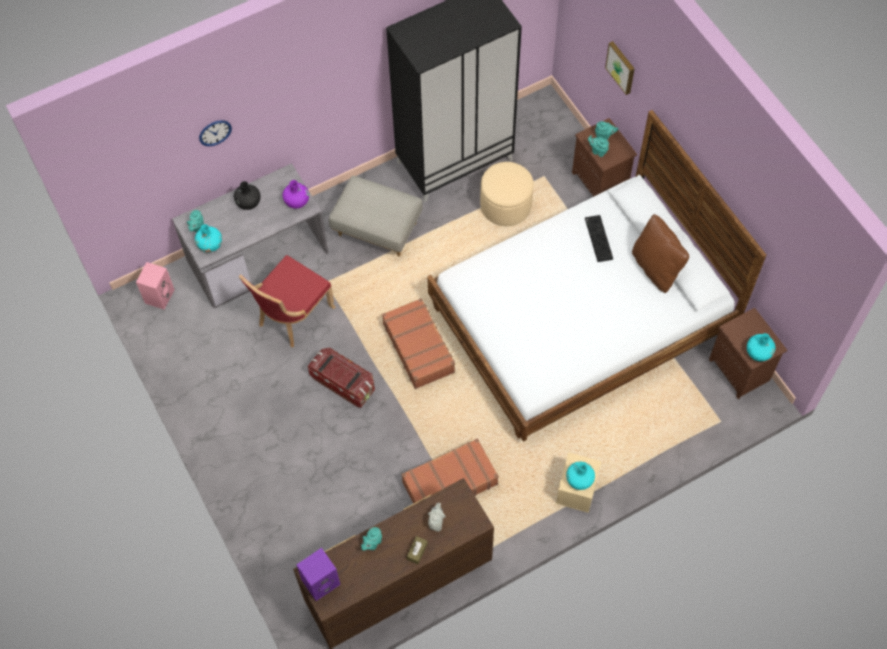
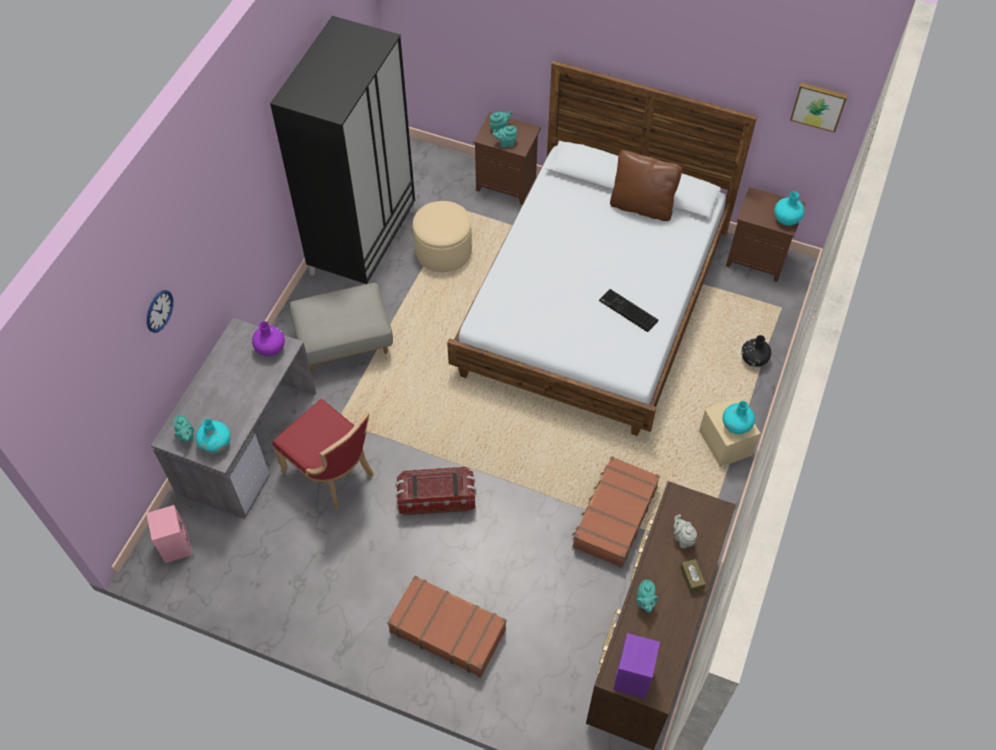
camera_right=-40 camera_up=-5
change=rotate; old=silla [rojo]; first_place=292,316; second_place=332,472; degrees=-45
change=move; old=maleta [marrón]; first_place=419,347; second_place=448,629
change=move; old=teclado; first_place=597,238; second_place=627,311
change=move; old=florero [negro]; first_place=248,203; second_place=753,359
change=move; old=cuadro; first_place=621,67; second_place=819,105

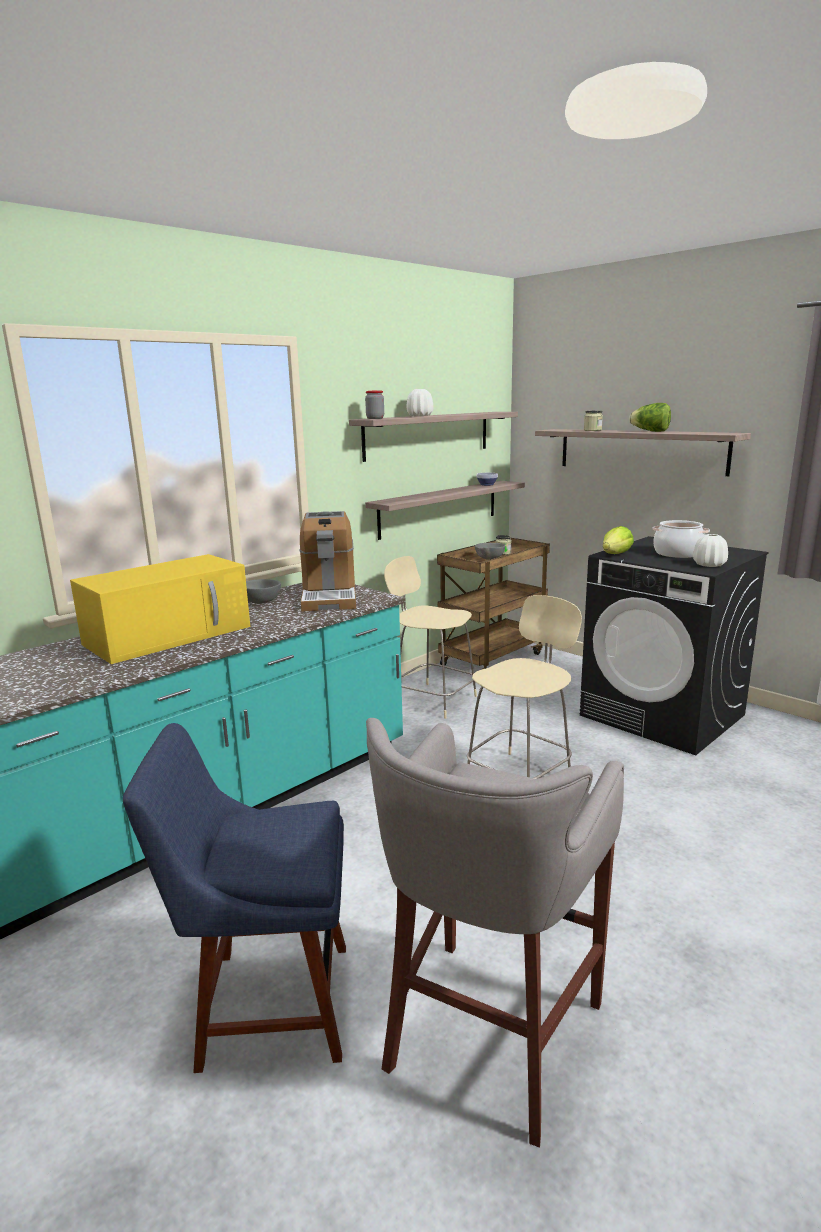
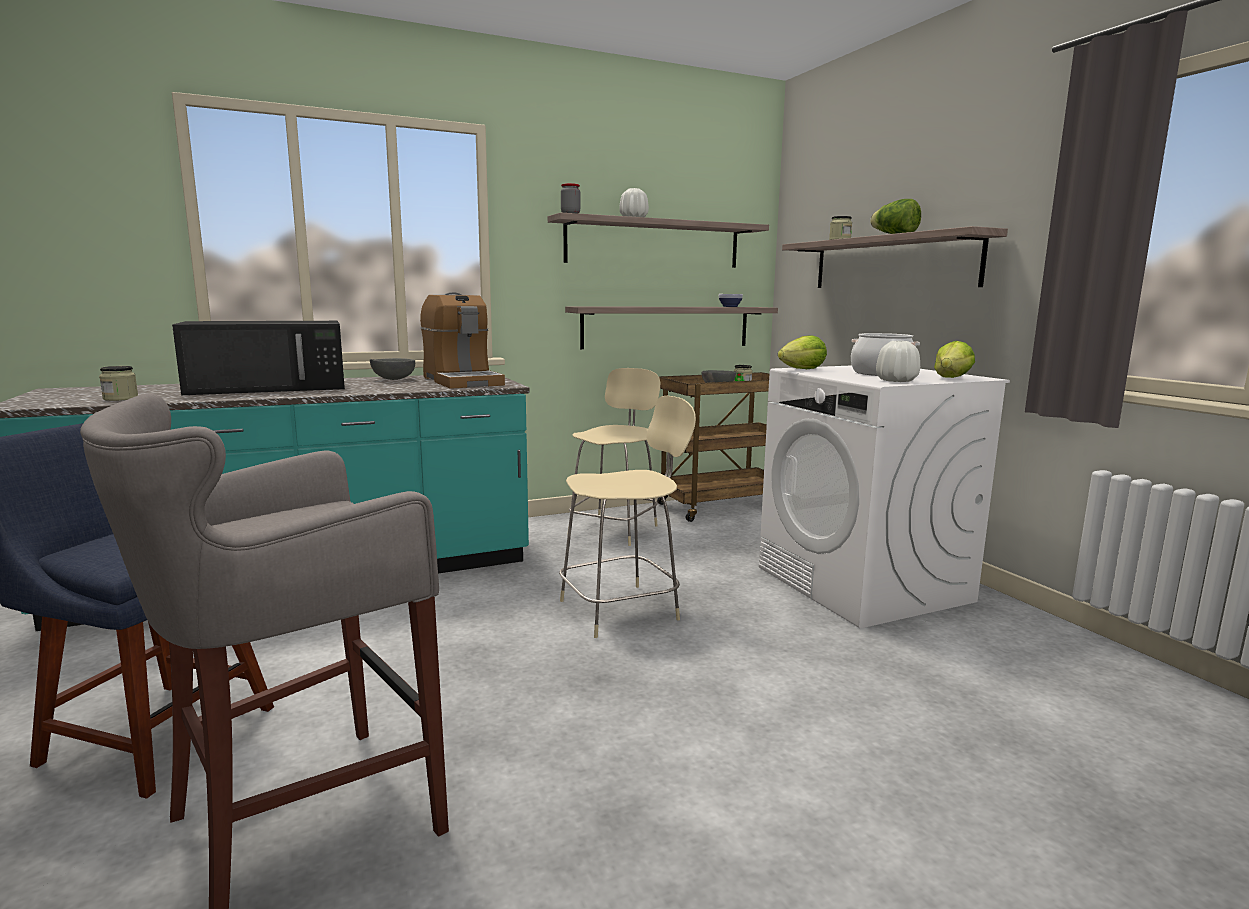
camera_right=20 camera_up=-5
change=insert; new=tarro; second_place=120,398
change=recolor; old=microondas [amarillo]; new=microondas [negro]; first_place=170,634; second_place=271,387
change=rotate; old=cafetera; first_place=329,596; second_place=462,381; degrees=-45
change=rotate; old=silla [beis]; first_place=433,699; second_place=615,529; degrees=60
change=recolor; old=lavadora [negro]; new=lavadora [blanco]; first_place=663,715; second_place=863,584
change=insert; new=lechuga; second_place=951,378

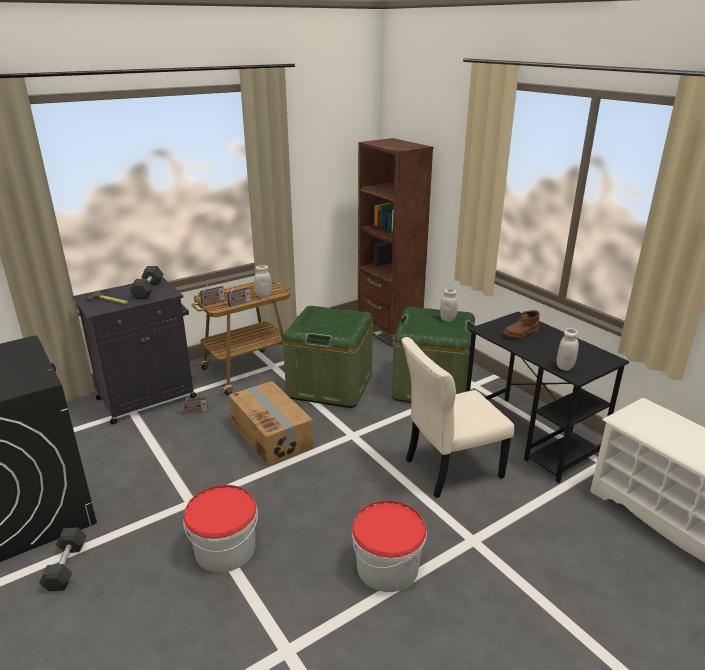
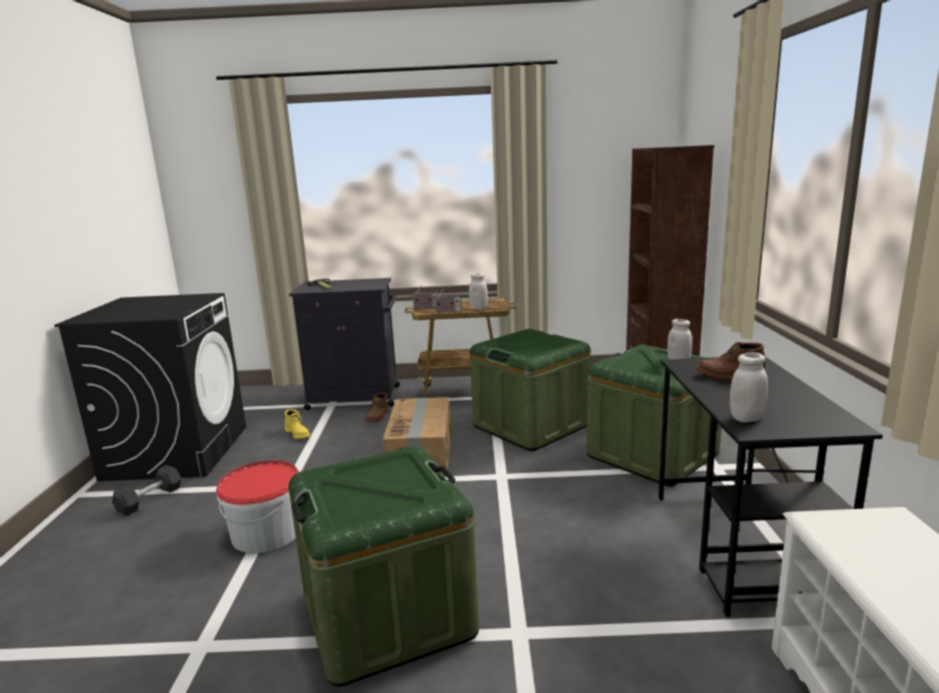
camera_right=35 camera_up=-10
change=insert; new=bota [amarillo]; second_place=298,434
change=replace; old=cubo; new=caja de almacenaje [verde]; first_place=387,566; second_place=388,614
change=replace; old=radio; new=bota [marrón]; first_place=194,412; second_place=378,417
change=delete; old=mancuerna [gris]; first_place=148,290
change=delete; old=silla [beis]; first_place=449,469

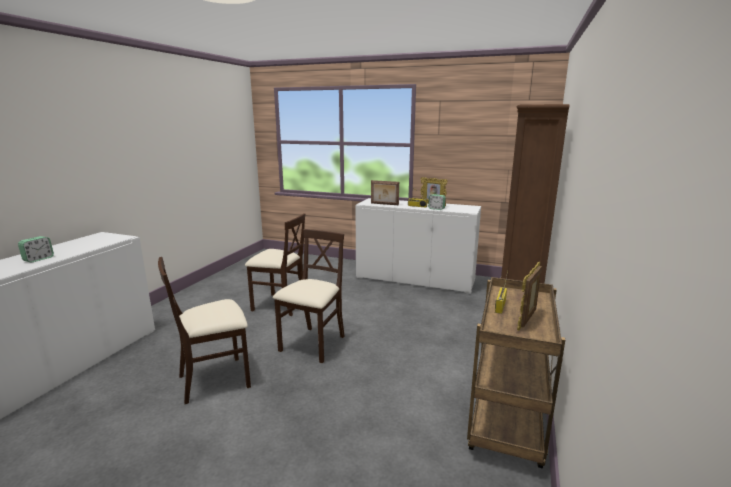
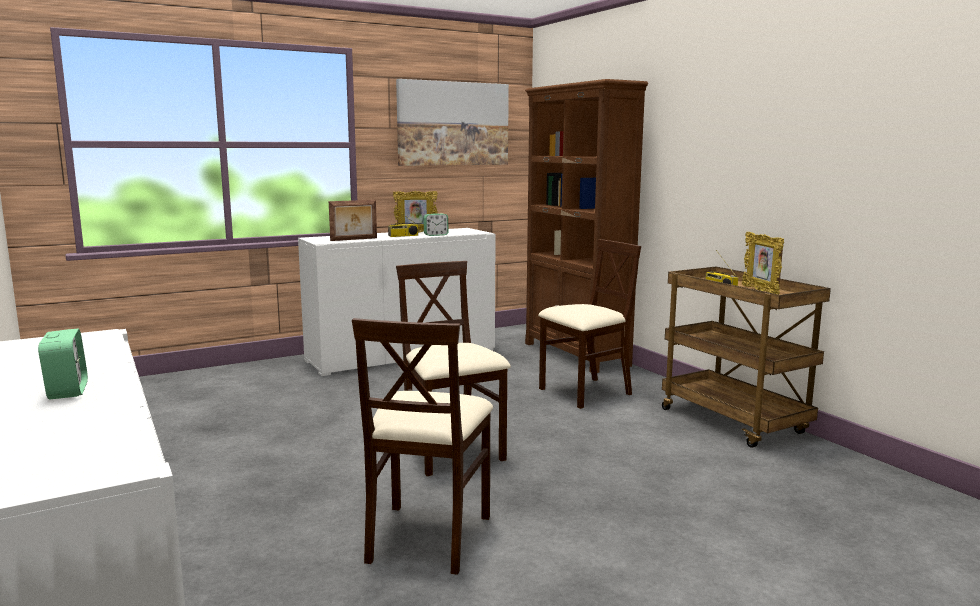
camera_right=-50 camera_up=-5
change=insert; new=cuadro; second_place=453,123
change=move; old=silla [beis]; first_place=279,305; second_place=585,392

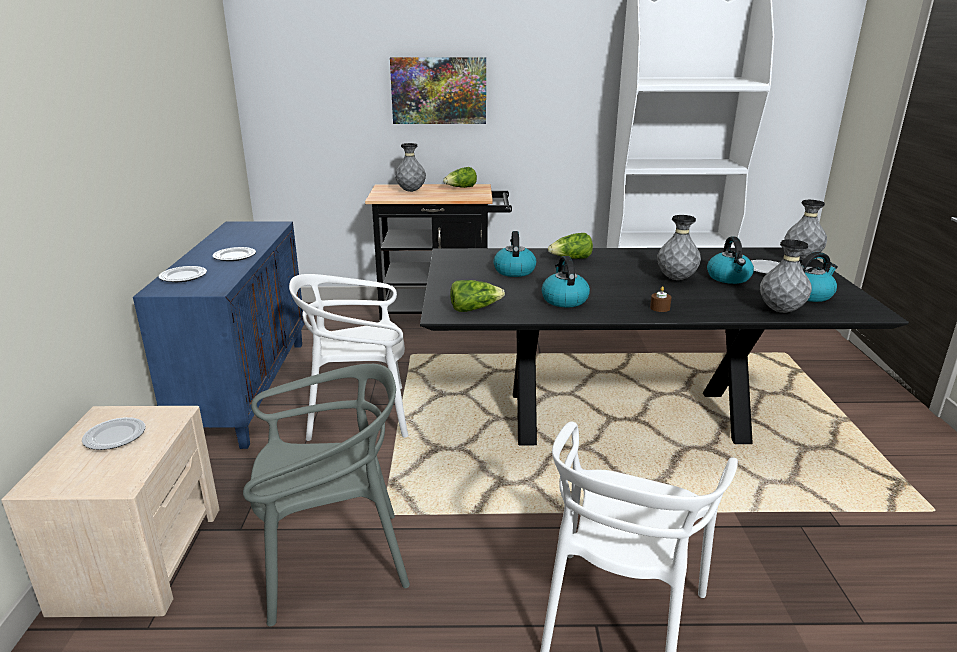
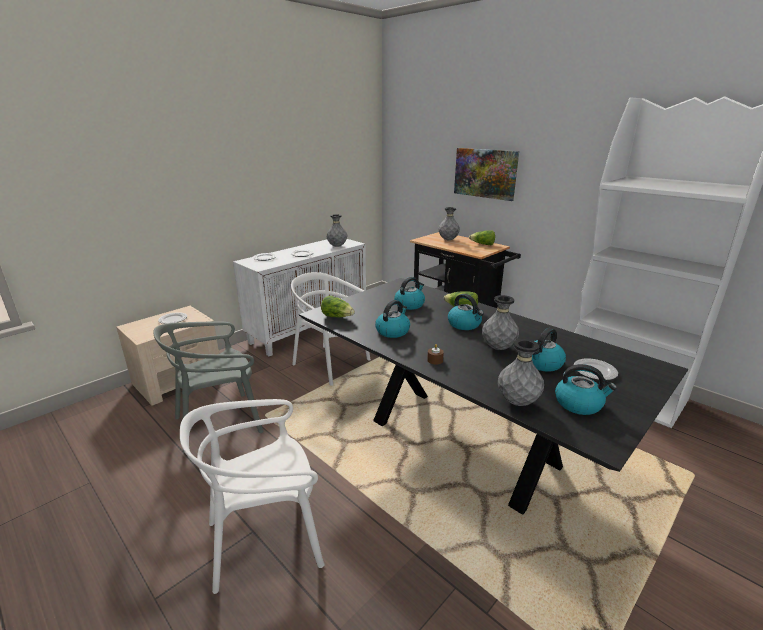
camera_right=45 camera_up=0
change=rotate; old=silla [gris]; first_place=333,561; second_place=219,422; degrees=120
change=recolor; old=armario [azul]; new=armario [blanco]; first_place=246,389; second_place=309,329
change=move; old=florero [gris]; first_place=801,259; second_place=337,246
change=insert; new=hervidor; second_place=464,324

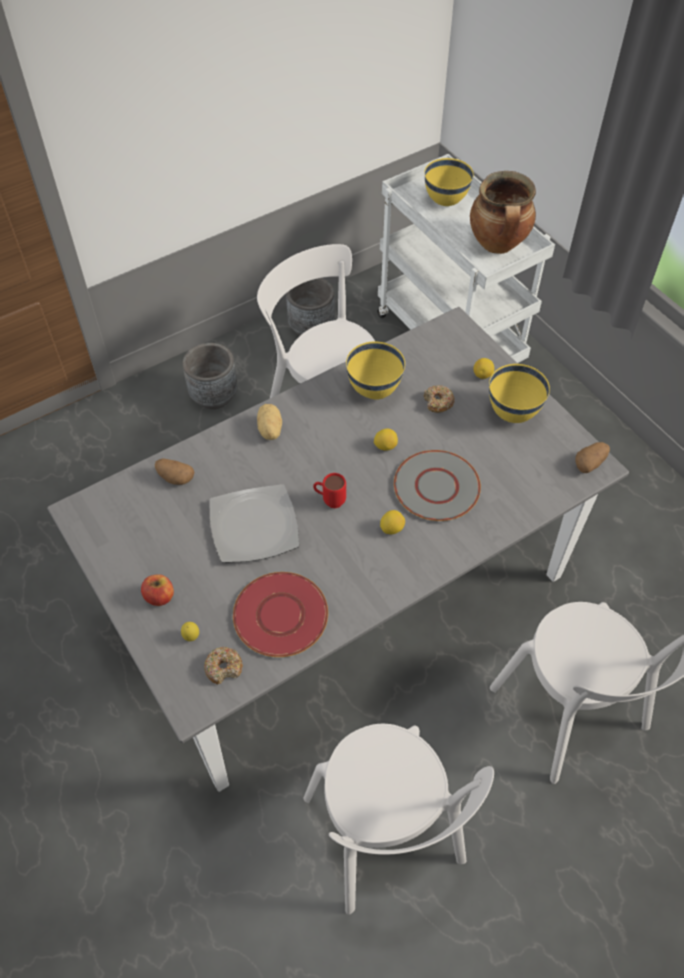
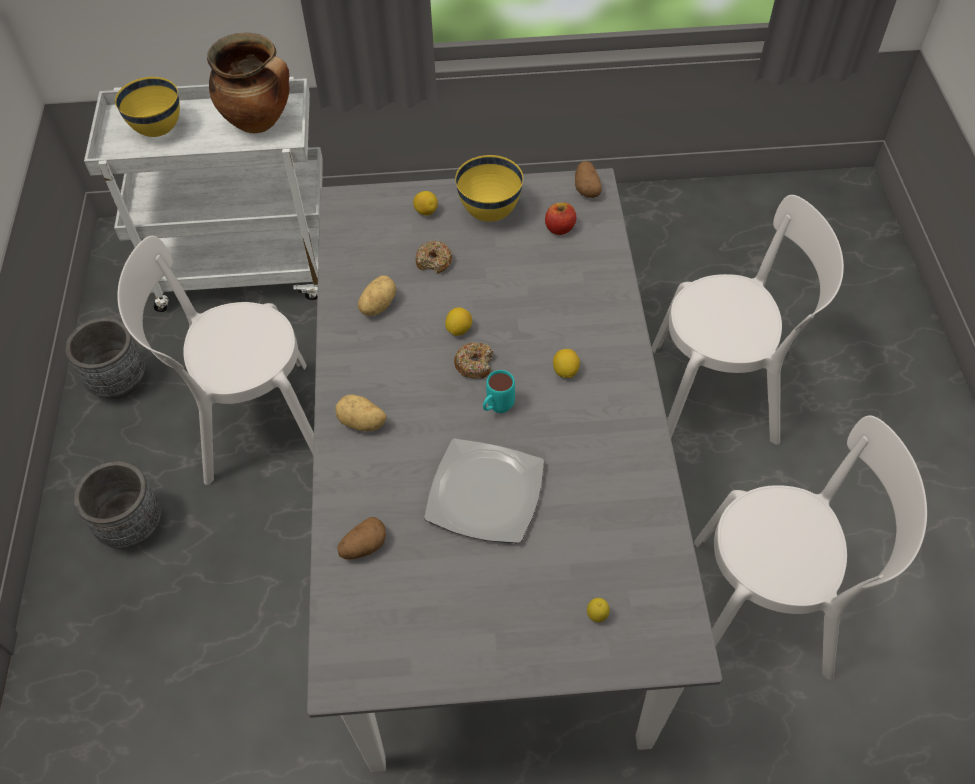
camera_right=-60 camera_up=0
change=replace; old=cuenco [amarillo]; new=patata; first_place=374,390; second_place=377,305
change=move; old=rosquilla; first_place=224,668; second_place=474,364
change=recolor; old=taza grande [rojo]; new=taza grande [turquesa]; first_place=329,501; second_place=496,409
change=move; old=manzana; first_place=159,596; second_place=559,228
change=delete; old=plato [rojo]; first_place=280,615
change=delete; old=plato [gris]; first_place=436,487

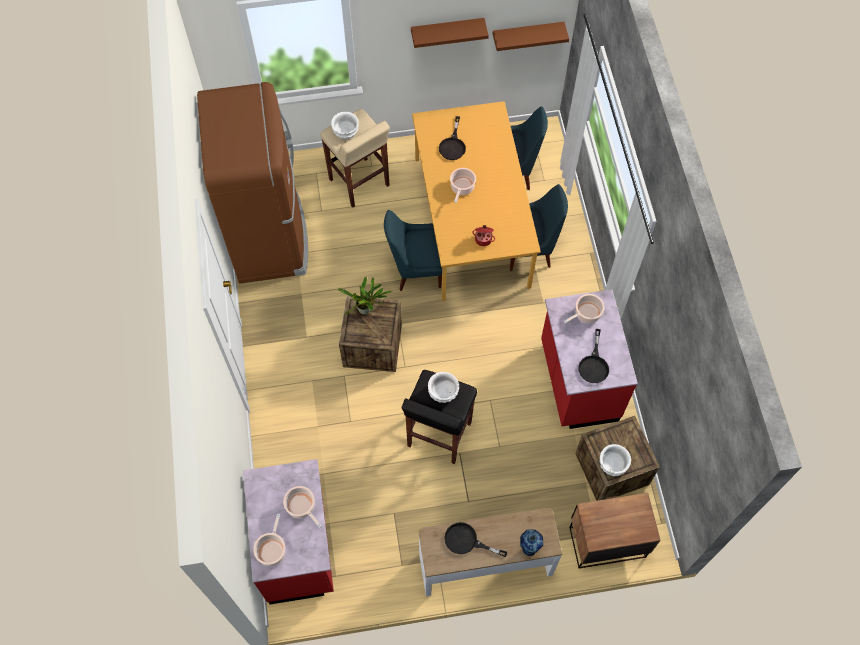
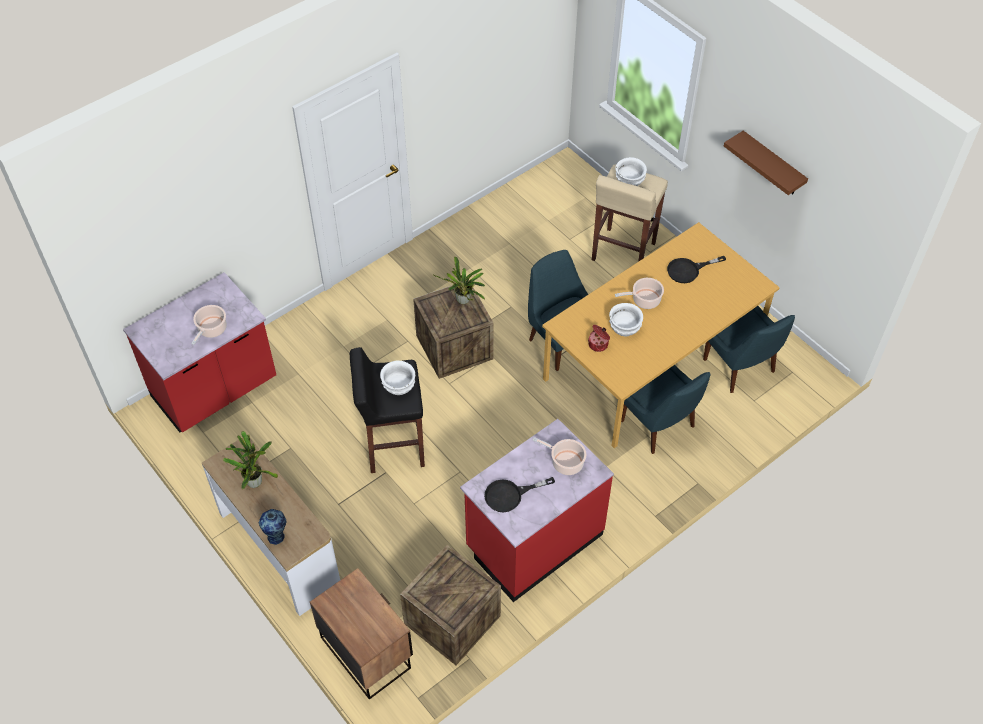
camera_right=60 camera_up=-10
change=replace; old=sartén [negro]; new=planta en maceta; first_place=467,541; second_place=254,480
change=move; old=cuenco [blanco]; first_place=613,464; second_place=625,327
change=delete; old=nevera [marrón]; first_place=270,235
change=delete; old=olla; first_place=272,550
change=delete; old=estante [marrón]; first_place=527,34

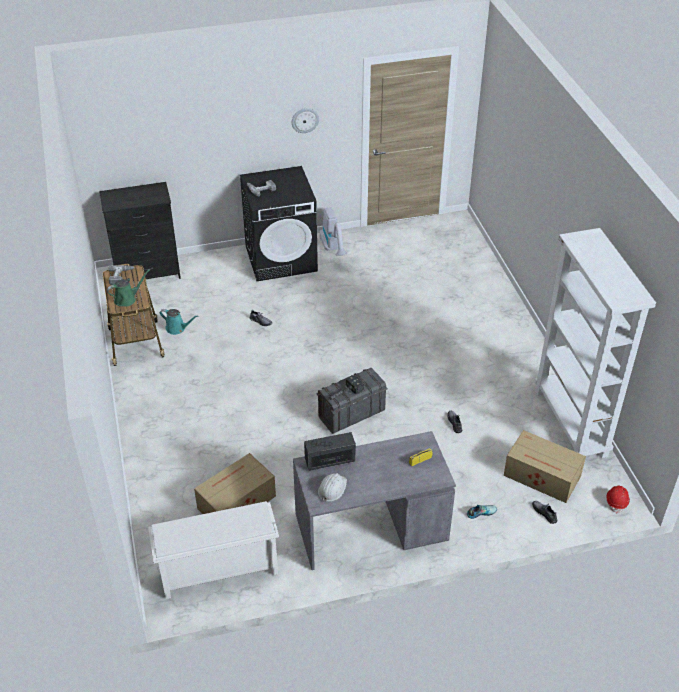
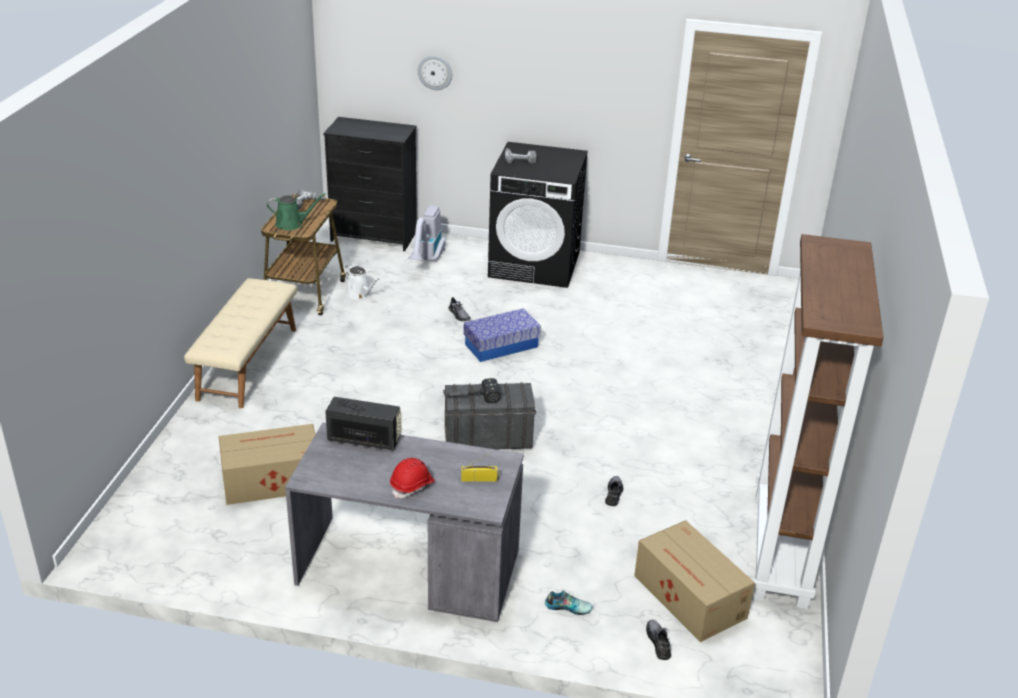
camera_right=25 camera_up=-10
change=insert; new=banco [beis]; second_place=247,363
change=recolor; old=regadera [turquesa]; new=regadera [blanco]; first_place=177,328; second_place=360,294
change=move; old=casco [rojo]; first_place=617,501; second_place=412,486
change=move; old=aspiradora; first_place=334,249; second_place=427,261
change=move; old=reloj de pared; first_place=305,120; second_place=435,72
change=insert; new=caja de almacenaje; second_place=501,345
change=recolor; old=estantería [blanco]; new=estantería [marrón]; first_place=571,423; second_place=781,550
change=delete; old=zapatero [blanco]; first_place=218,571
change=delete; old=casco [blanco]; first_place=332,488

